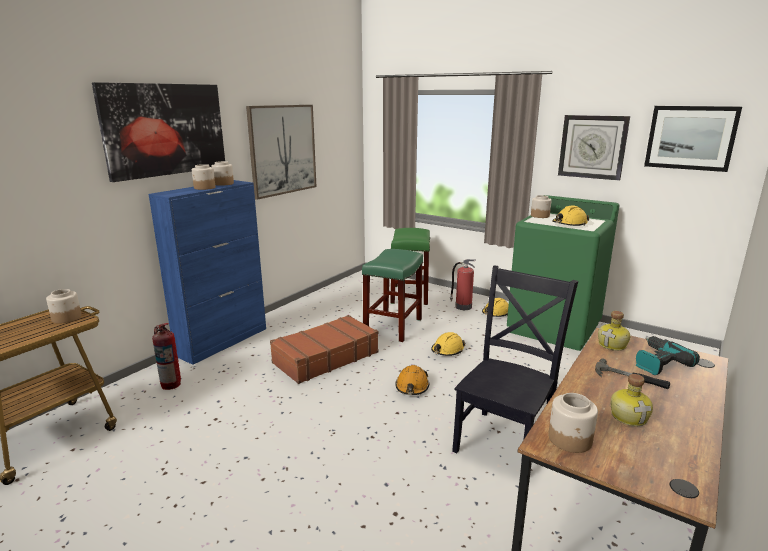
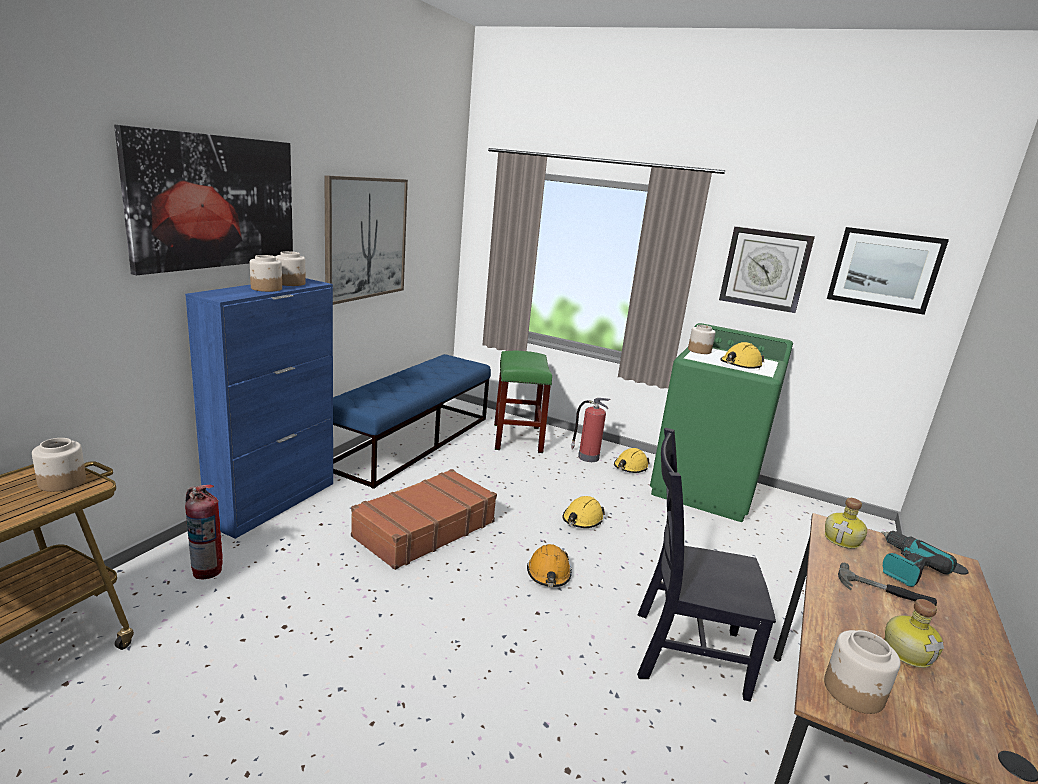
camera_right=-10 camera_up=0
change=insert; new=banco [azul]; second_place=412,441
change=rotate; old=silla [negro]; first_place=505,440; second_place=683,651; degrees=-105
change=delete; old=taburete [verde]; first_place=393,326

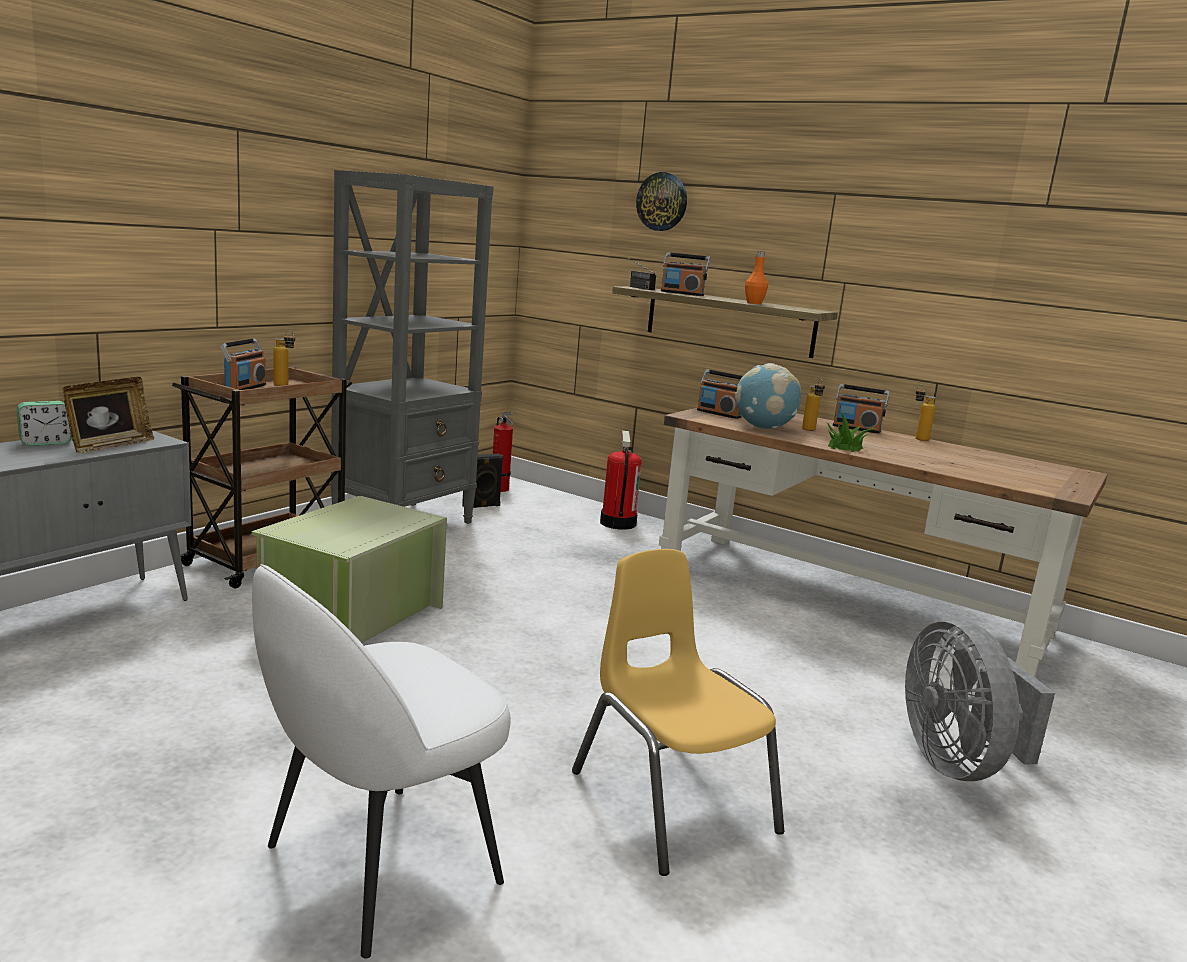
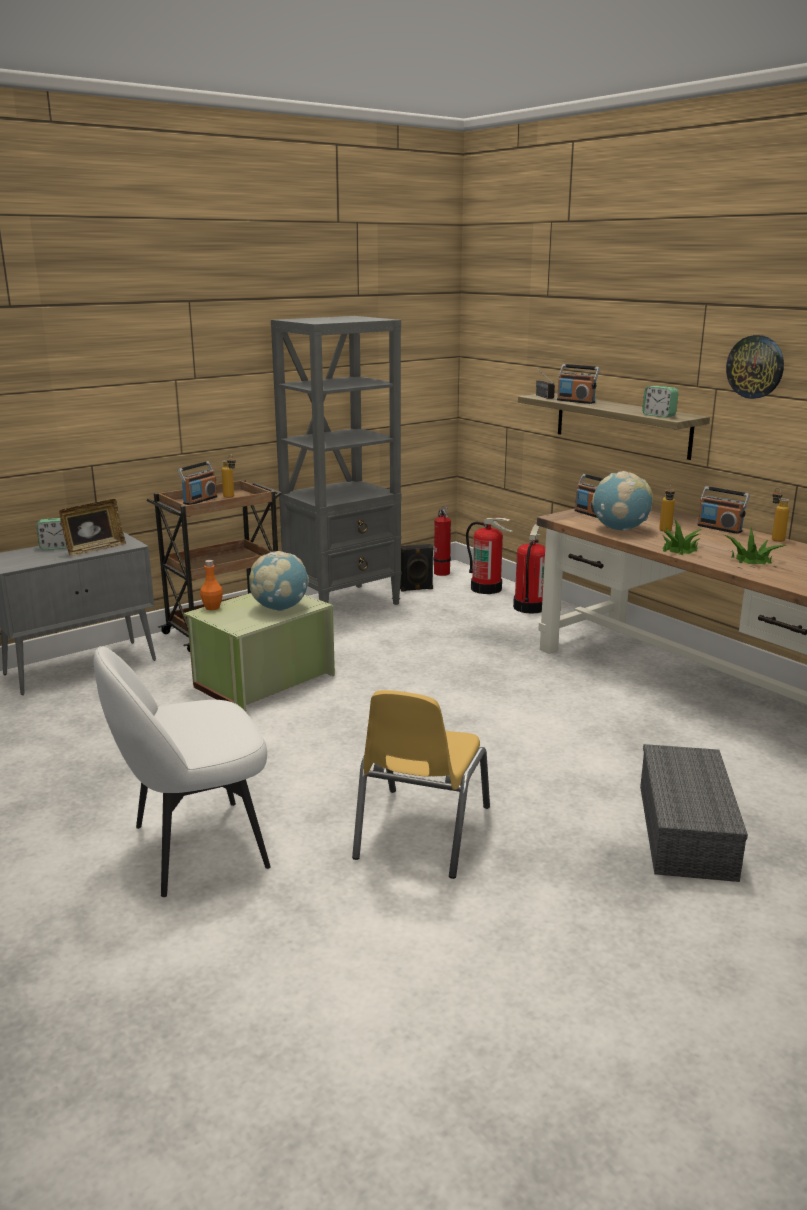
camera_right=20 camera_up=5
change=move; old=botella [naranja]; first_place=754,303; second_place=212,607
change=insert; new=globo terráqueo; second_place=280,608
change=rotate; old=silla [amarillo]; first_place=671,801; second_place=421,832; degrees=-150
change=insert; new=extintor; second_place=487,588
change=replace; old=ventilador [gris]; new=caja de almacenaje [gris]; first_place=957,763; second_place=688,832
change=insert; new=despertador; second_place=659,415
change=insert; new=planta en maceta; second_place=751,559
change=move; old=reloj de pared; first_place=662,201; second_place=755,367

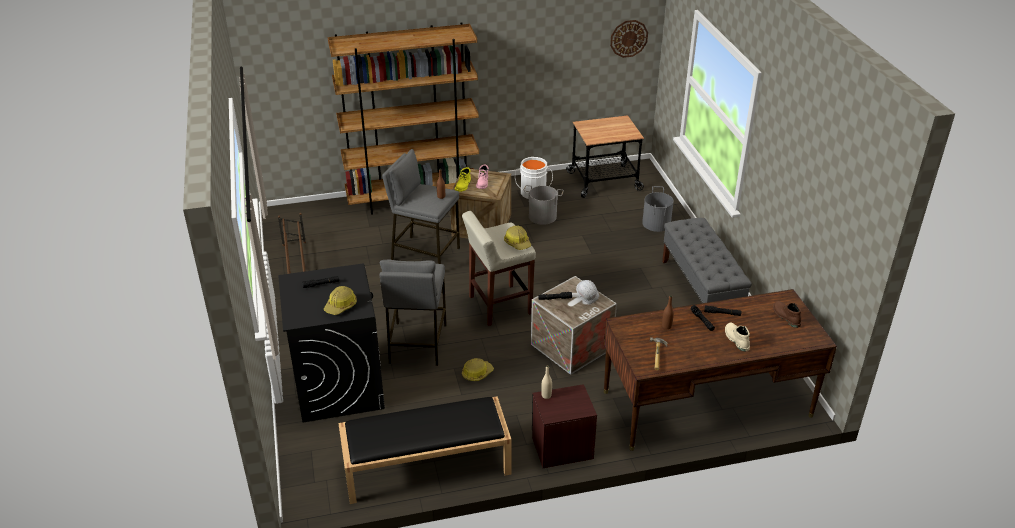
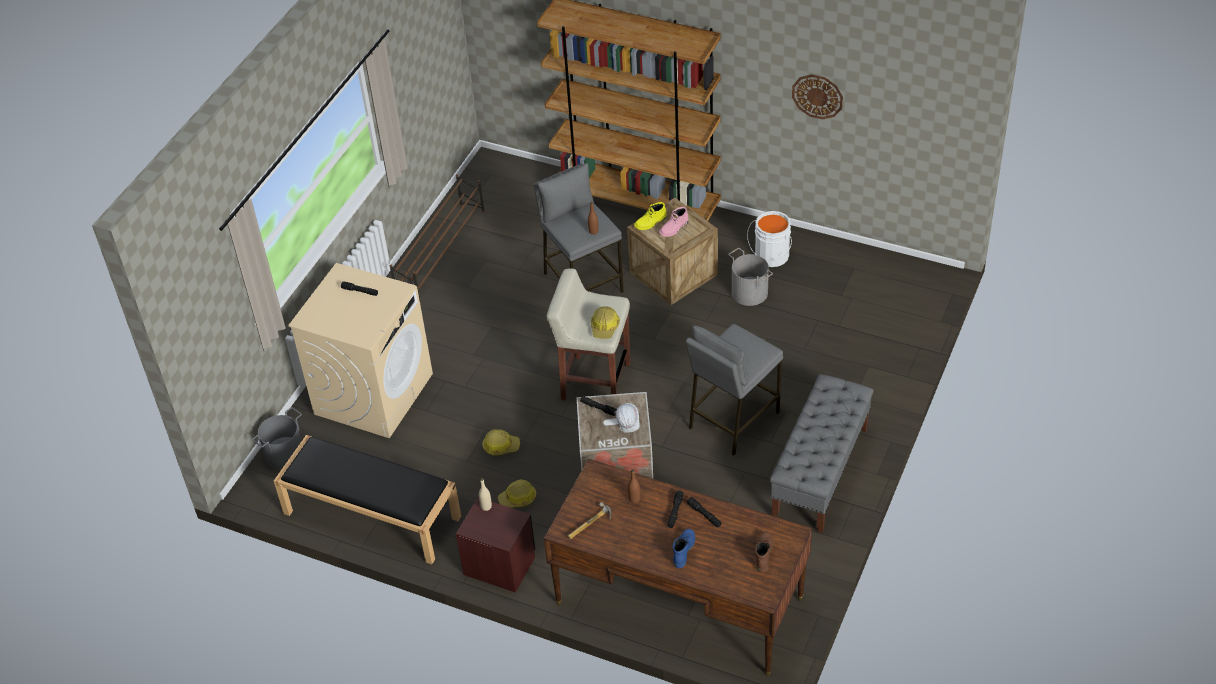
camera_right=40 camera_up=10
change=move; old=cubo [gris]; first_place=656,223; second_place=285,455
change=recolor; old=lavadora [negro]; new=lavadora [beis]; first_place=339,385; second_place=374,393
change=move; old=casco; first_place=341,306; second_place=518,498
change=recolor; old=bota [beis]; new=bota [azul]; first_place=736,339; second_place=683,550
change=move; old=taburete [gris]; first_place=417,344; second_place=733,420
change=move; old=reloj de pared; first_place=628,38; second_place=817,96
change=delete; old=carrito; first_place=604,181

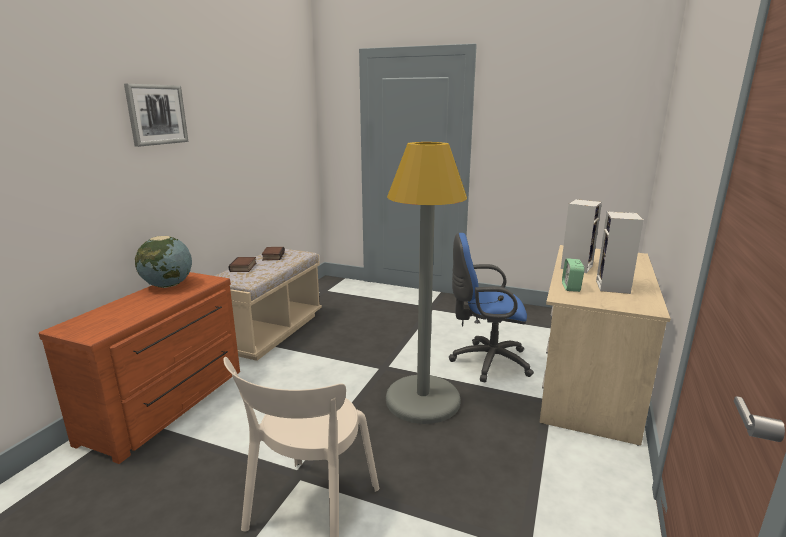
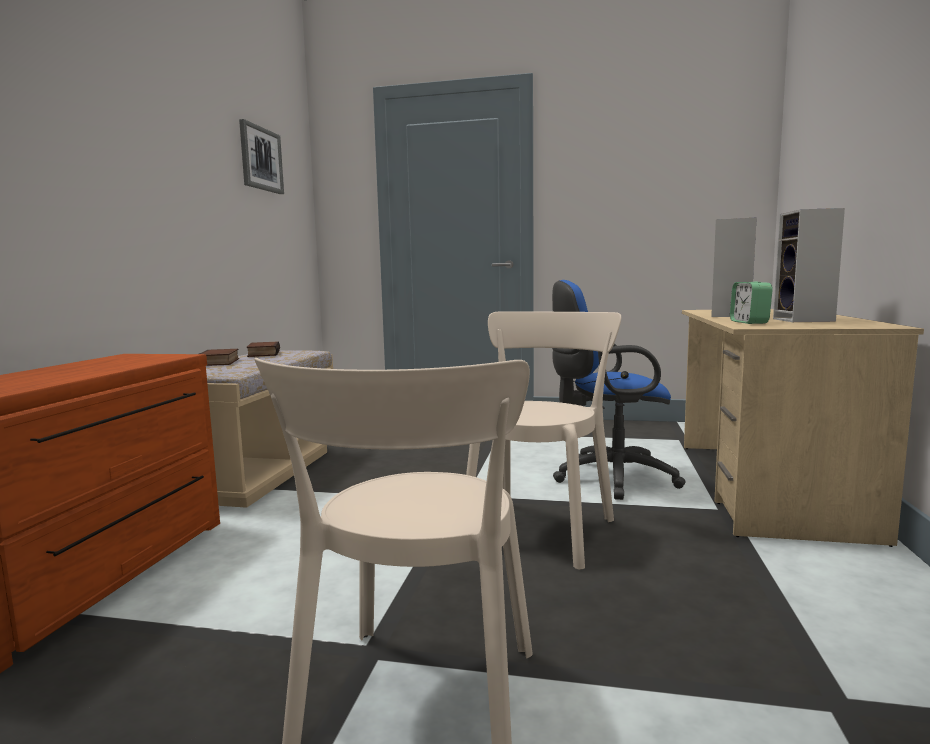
camera_right=-10 camera_up=-10
change=move; old=cuadro; first_place=156,114; second_place=260,159
change=replace; old=lámpara de pie [gris]; new=silla [beis]; first_place=423,400; second_place=541,528
change=delete; old=globo terráqueo; first_place=168,285

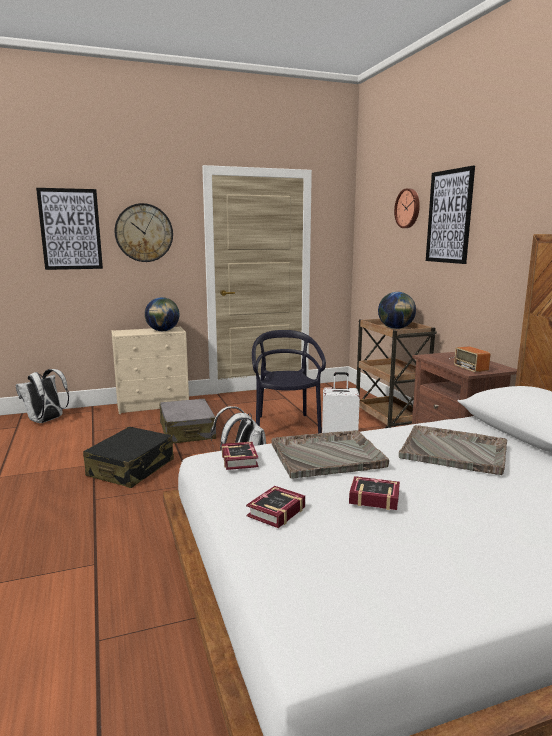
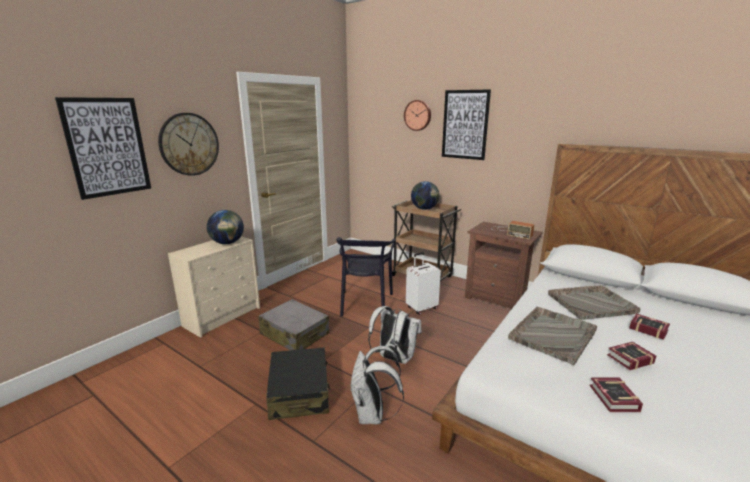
camera_right=-35 camera_up=5
change=rotate; old=silla [negro]; first_place=285,427; second_place=365,304; degrees=-135
change=move; old=mochila [blanco]; first_place=46,421; second_place=372,415
change=move; old=libro; first_place=240,459; second_place=647,328

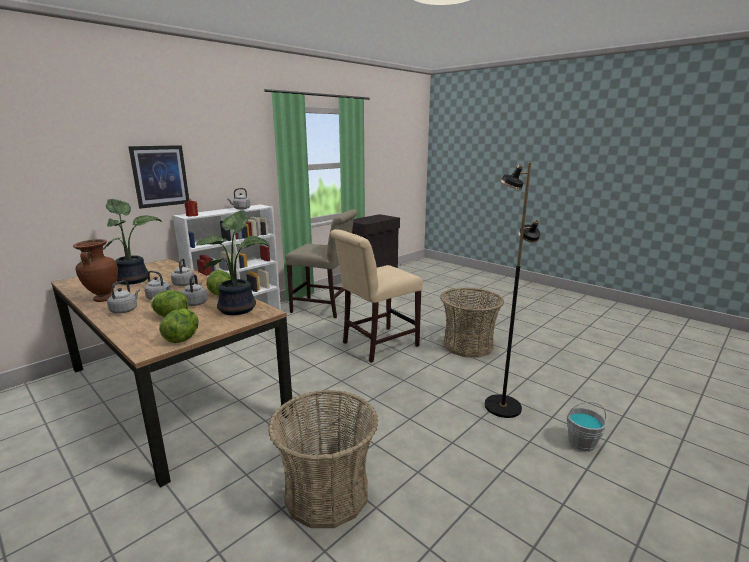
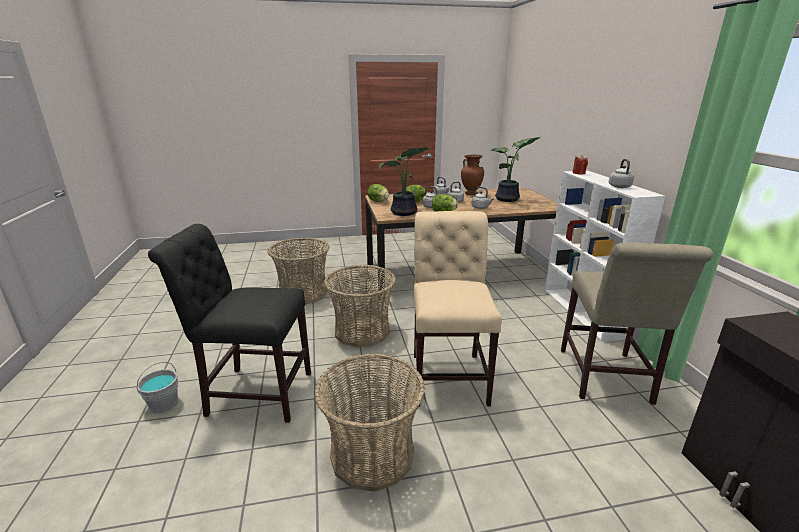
camera_right=125 camera_up=5
change=replace; old=lámpara de pie [negro]; new=silla [negro]; first_place=502,406; second_place=254,392
change=insert; new=cesta; second_place=362,331
change=rotate; old=silla [beis]; first_place=324,308; second_place=605,379; degrees=-45
change=delete; old=cuadro; first_place=160,176

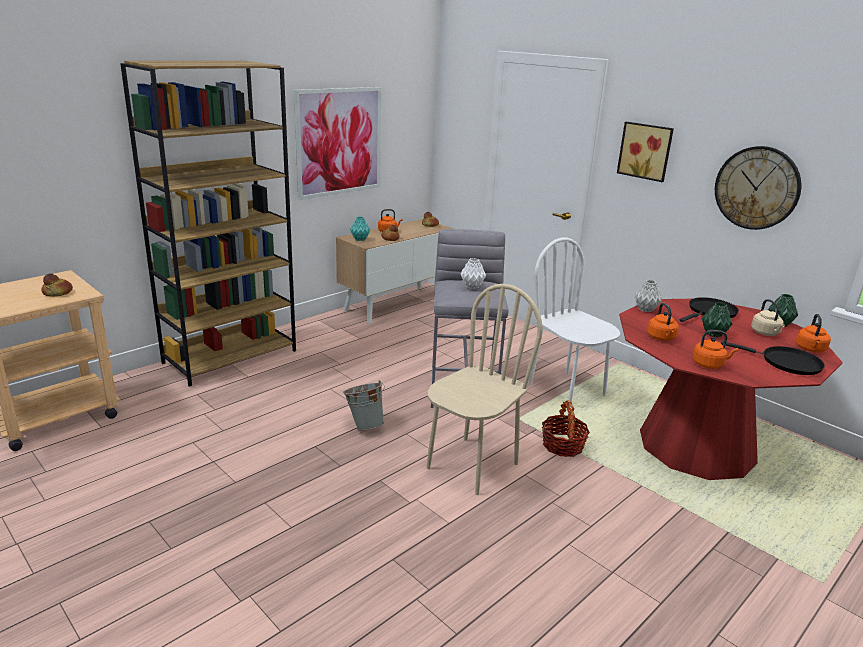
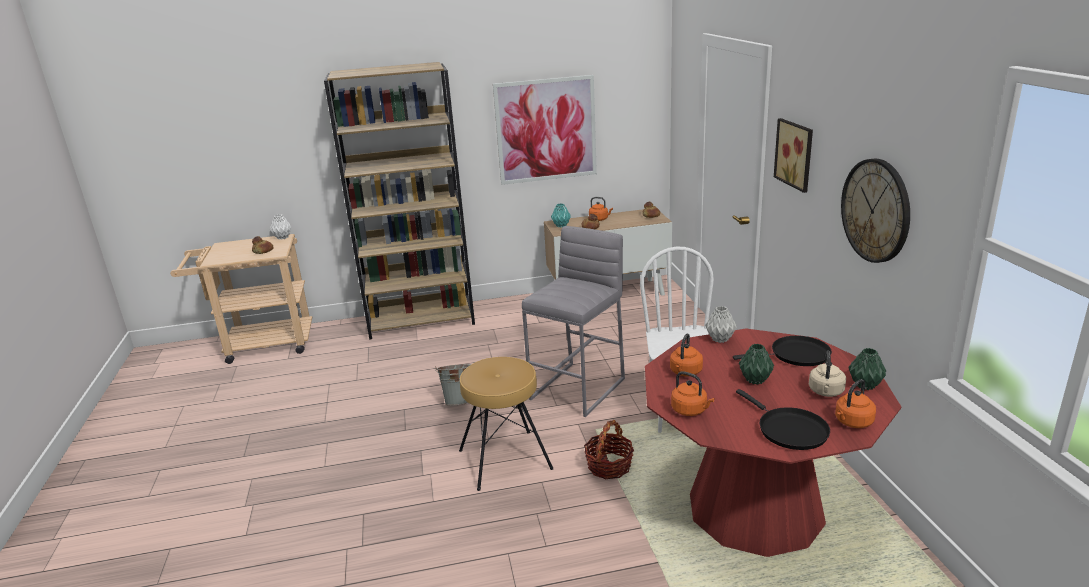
camera_right=35 camera_up=0
change=move; old=florero [blanco]; first_place=471,286; second_place=282,237
change=replace; old=silla [beis]; new=taburete [marrón]; first_place=471,465; second_place=505,460

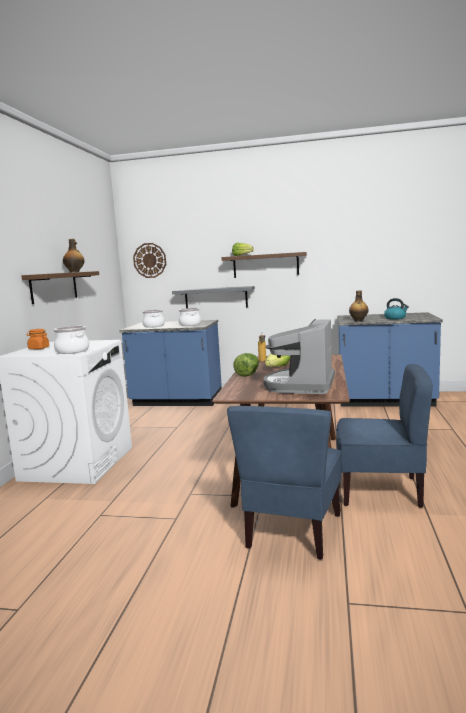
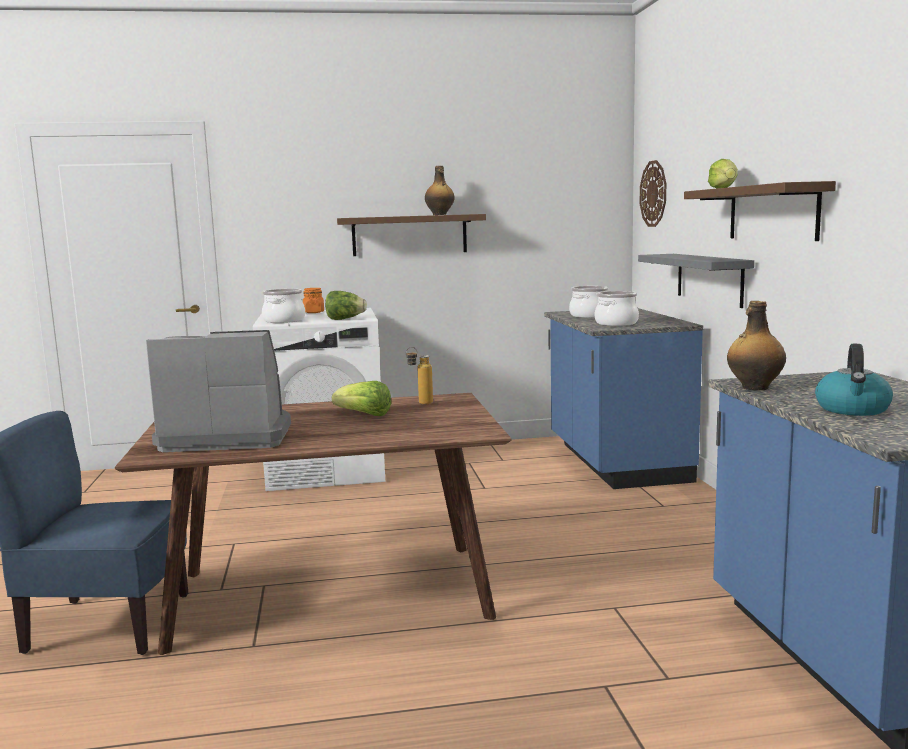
camera_right=70 camera_up=0
change=move; old=lechuga; first_place=248,374; second_place=345,319
change=delete; old=silla [azul]; first_place=380,490

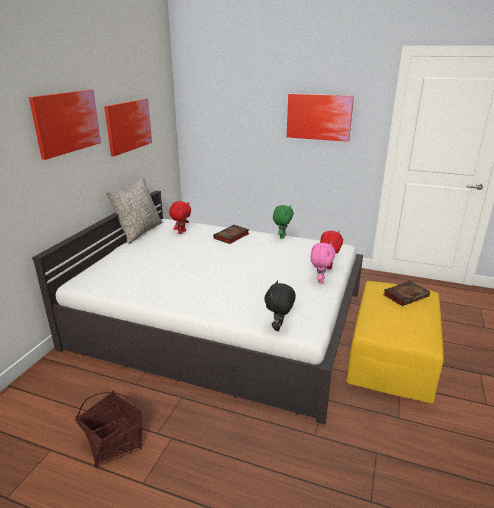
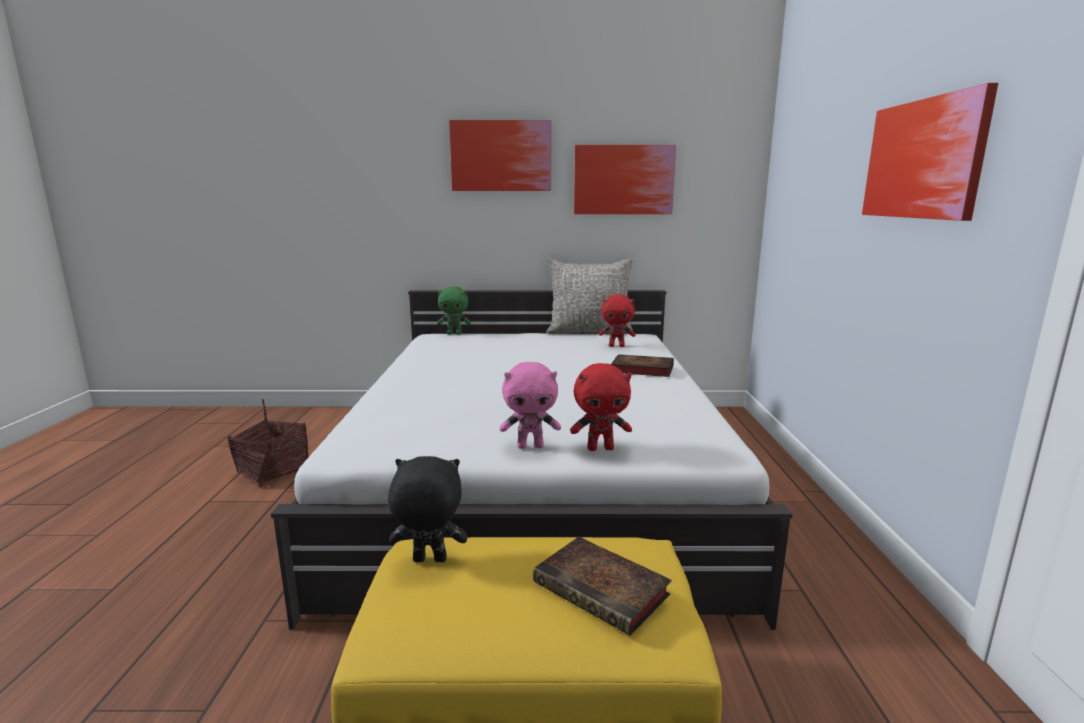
camera_right=70 camera_up=-10
change=move; old=peluche [negro]; first_place=279,327; second_place=429,561
change=move; old=peluche [verde]; first_place=282,236; second_place=454,333

